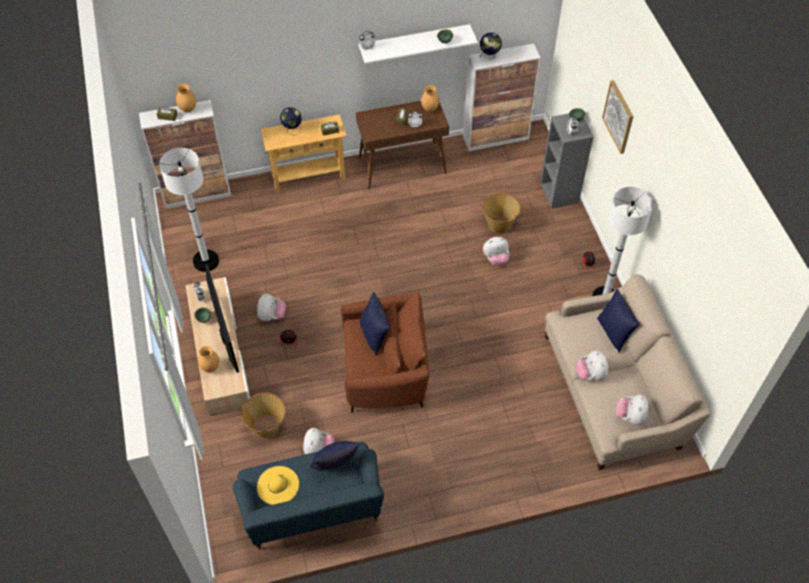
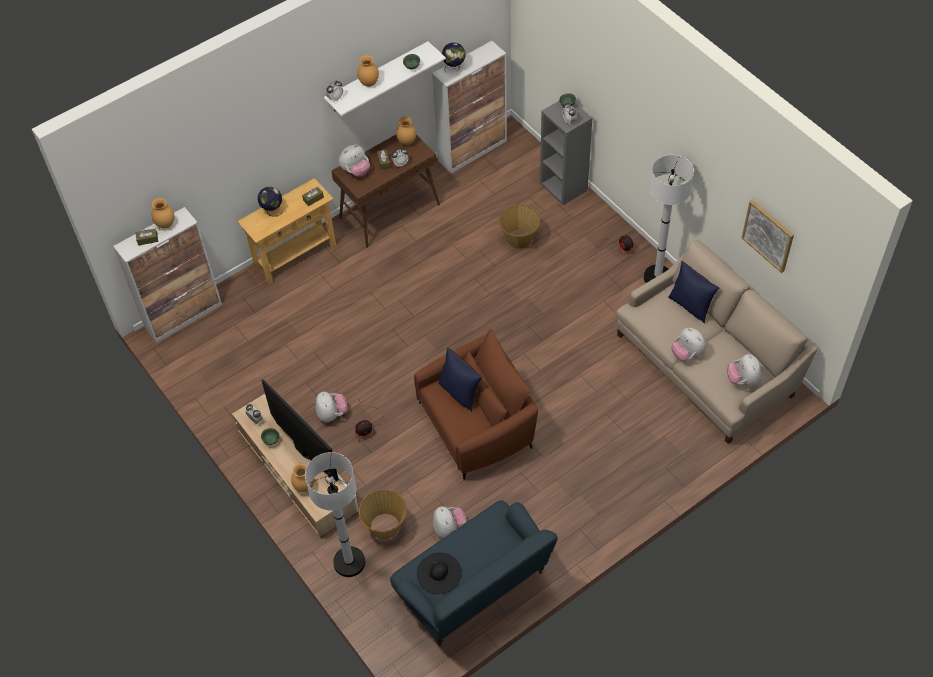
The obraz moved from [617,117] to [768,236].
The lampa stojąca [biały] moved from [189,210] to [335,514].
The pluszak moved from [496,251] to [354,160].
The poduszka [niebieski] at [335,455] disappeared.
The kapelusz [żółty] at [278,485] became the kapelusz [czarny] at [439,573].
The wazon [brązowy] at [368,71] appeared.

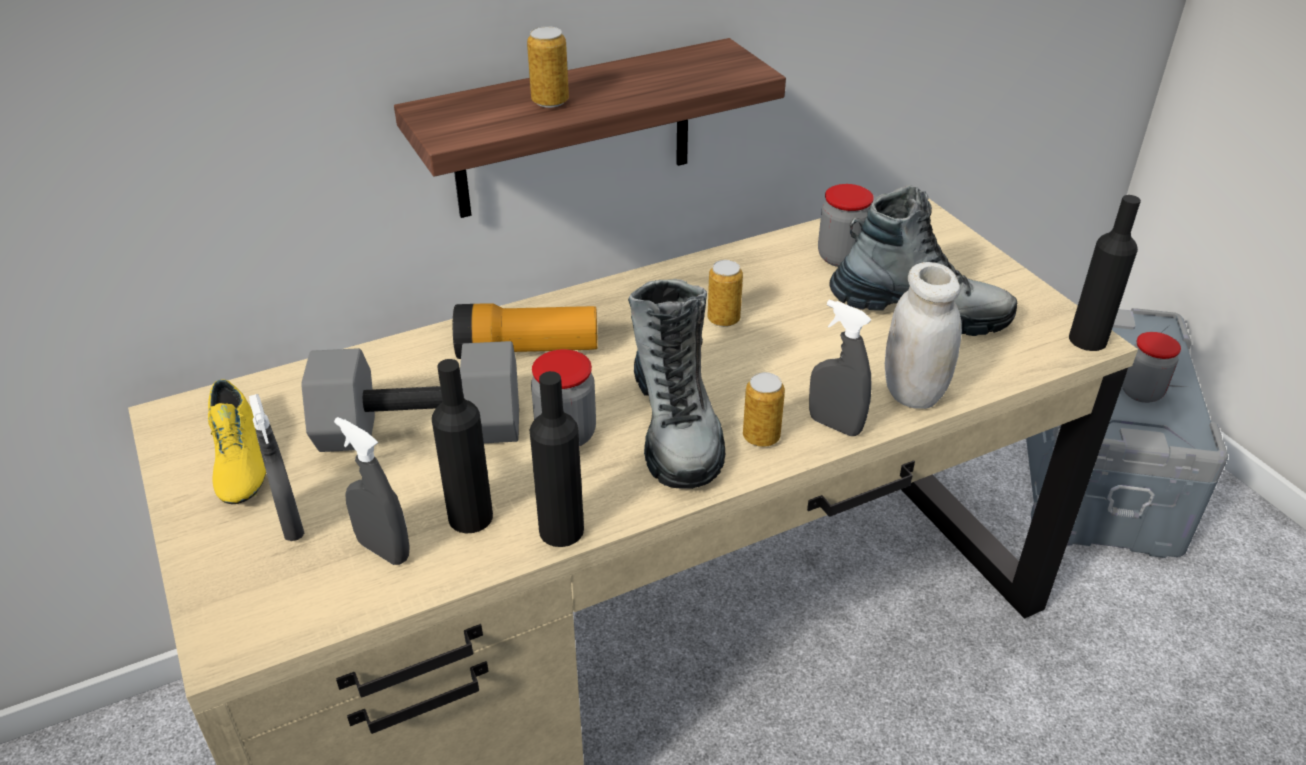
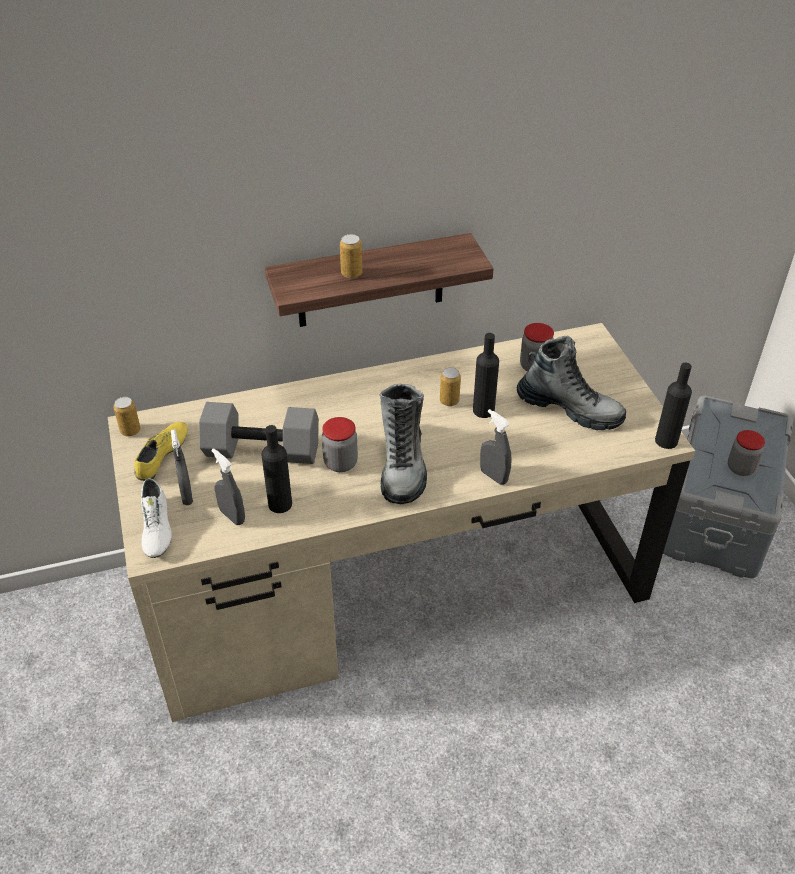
The słoik [biały] at [923,335] disappeared.
The latarka at [525,331] disappeared.
The butelka [czarny] moved from [557,459] to [486,375].
The puszka moved from [764,409] to [126,416].
The but [żółty] at [237,441] turned 150 degrees counterclockwise.
The but [biały] at [156,518] appeared.

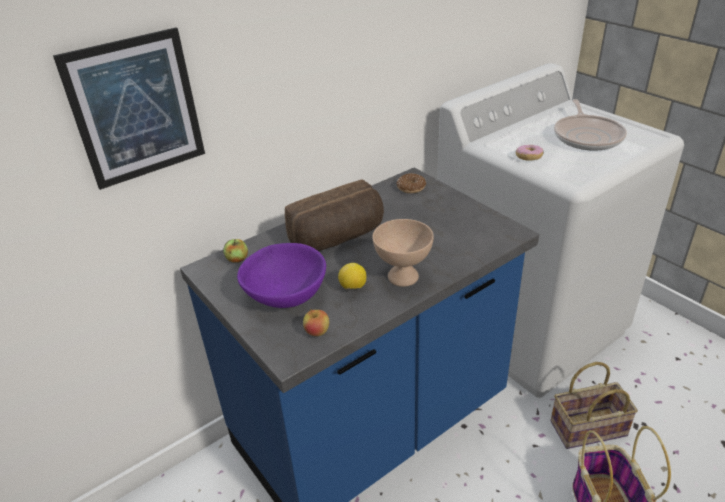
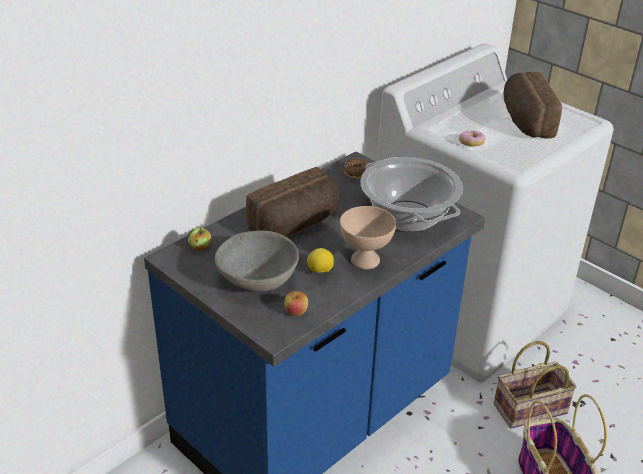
The obraz at [129,108] disappeared.
The patelnia at [590,125] was replaced by the chleb at [532,105].
The miska [fioletowy] at [281,275] became the miska [szary] at [257,261].
The garnek at [411,194] appeared.

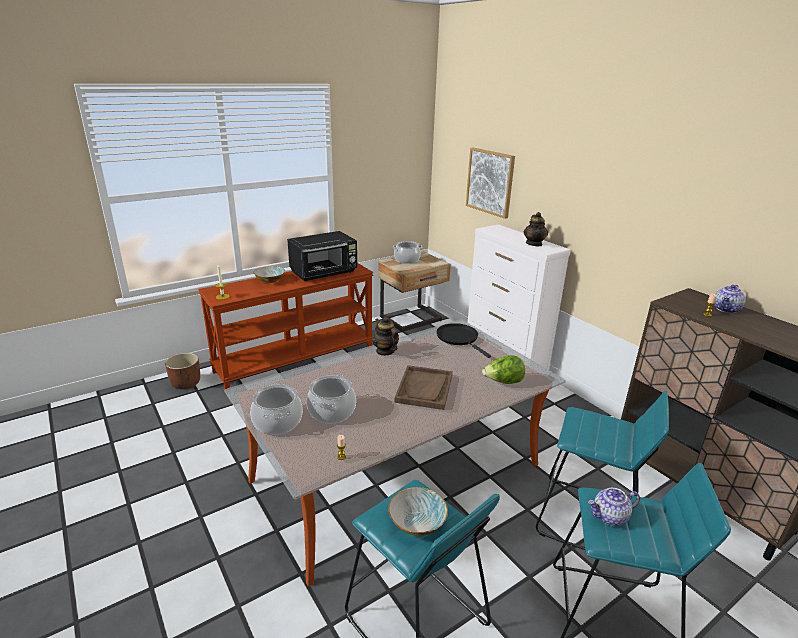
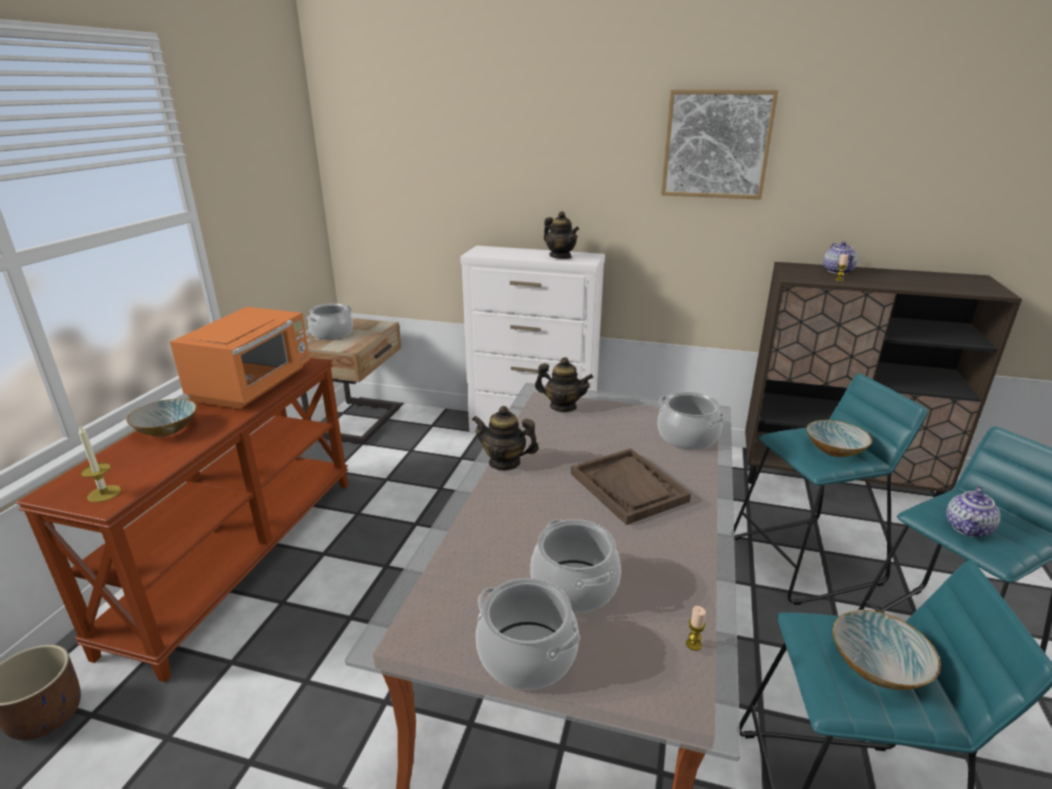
The obraz moved from [490,183] to [719,144].
The mikrofalówka [czarny] at [322,256] became the mikrofalówka [pomarańczowy] at [240,358].
The patelnia [czarny] at [464,340] was replaced by the imbryk at [564,384].
The sałata at [503,369] was replaced by the garnek at [691,421].
The miska at [839,438] appeared.

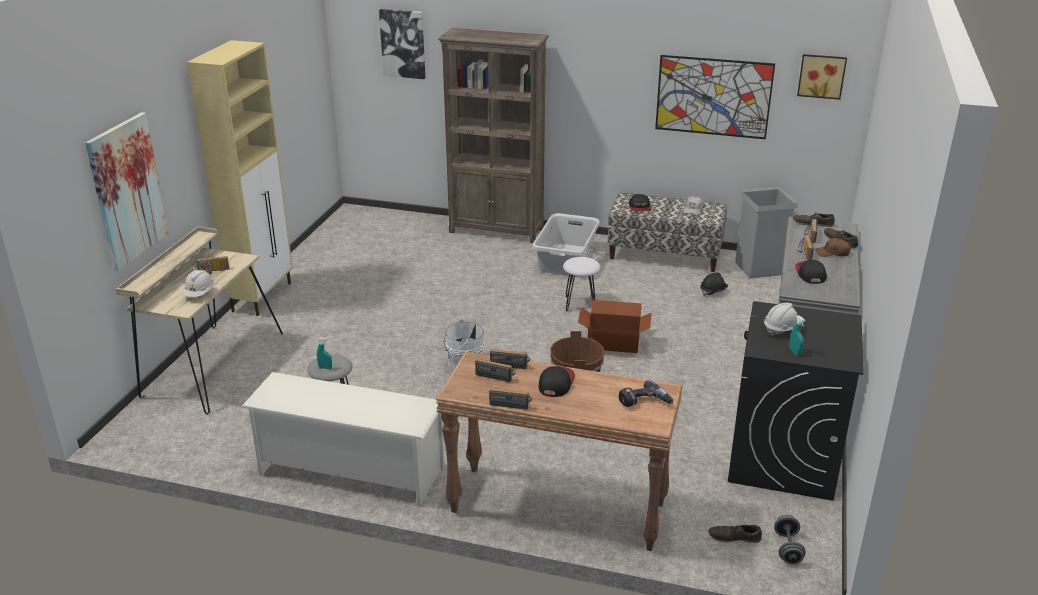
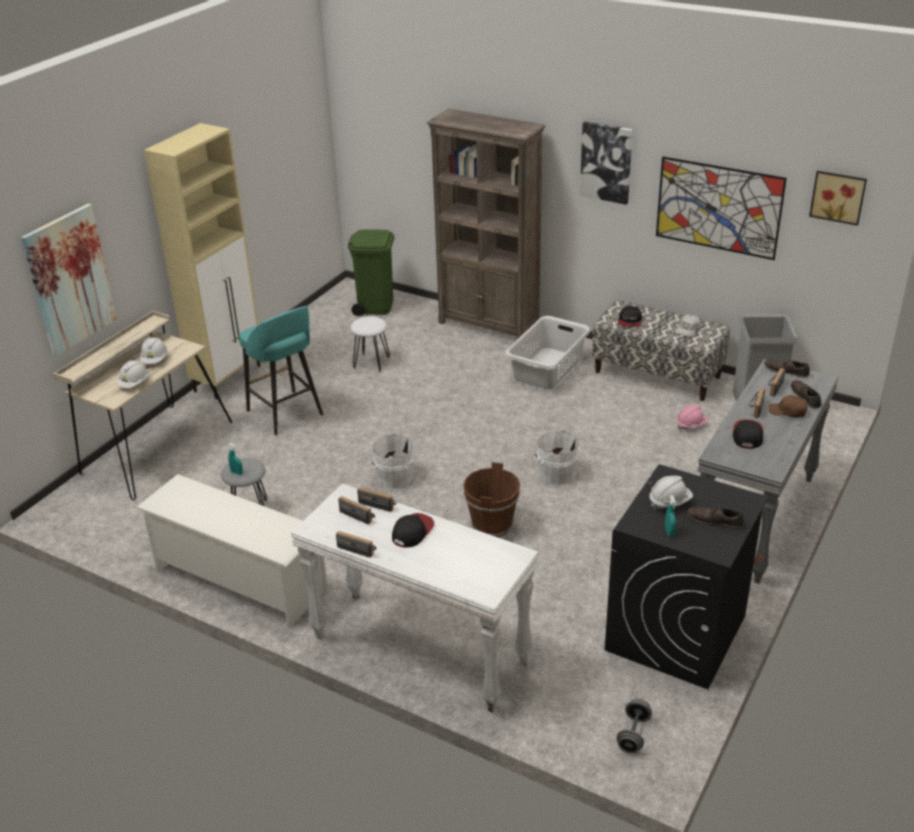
The obraz moved from [402,44] to [606,163].
The radio at [212,265] was replaced by the kask [biały] at [154,351].
The stołek [biały] moved from [582,284] to [370,344].
The kask [czarny] at [714,284] became the kask [różowy] at [692,417].
The karton at [614,326] was replaced by the wiadro [biały] at [556,457].
The stolik konsolowy [brązowy] at [559,451] became the stolik konsolowy [biały] at [415,598].
The wiertarka at [646,393] disappeared.
The but [brązowy] moved from [735,534] to [715,517].
The kosz na śmieci [zielony] at [371,272] appeared.
The stołek [turkusowy] at [281,370] appeared.

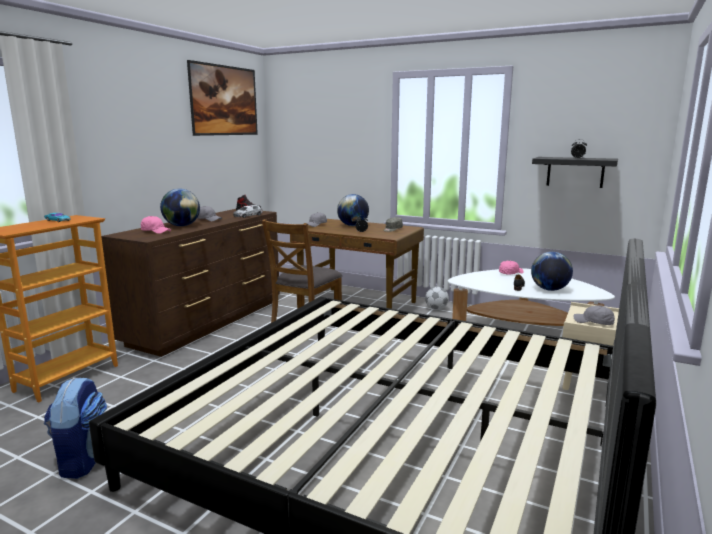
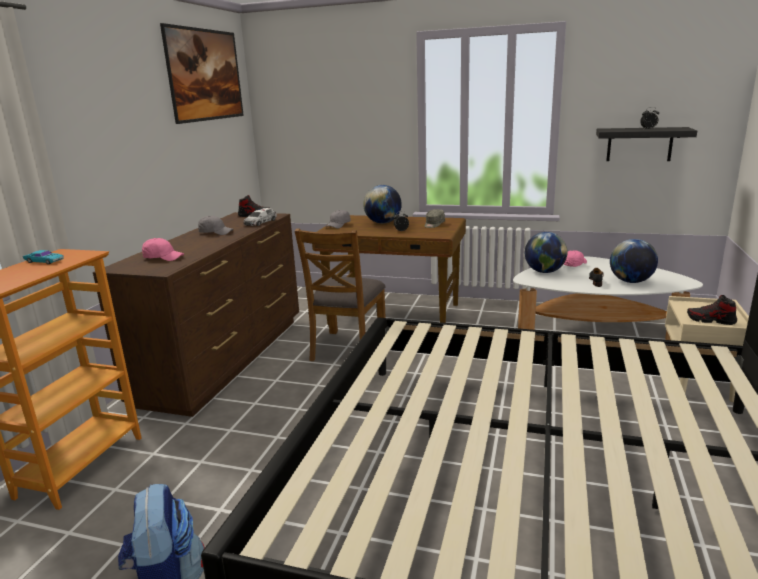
The globus moved from [180,207] to [546,252].
The piłka futbolowa at [437,298] disappeared.
The czapka z daszkiem [szary] at [594,315] was replaced by the but at [712,310].

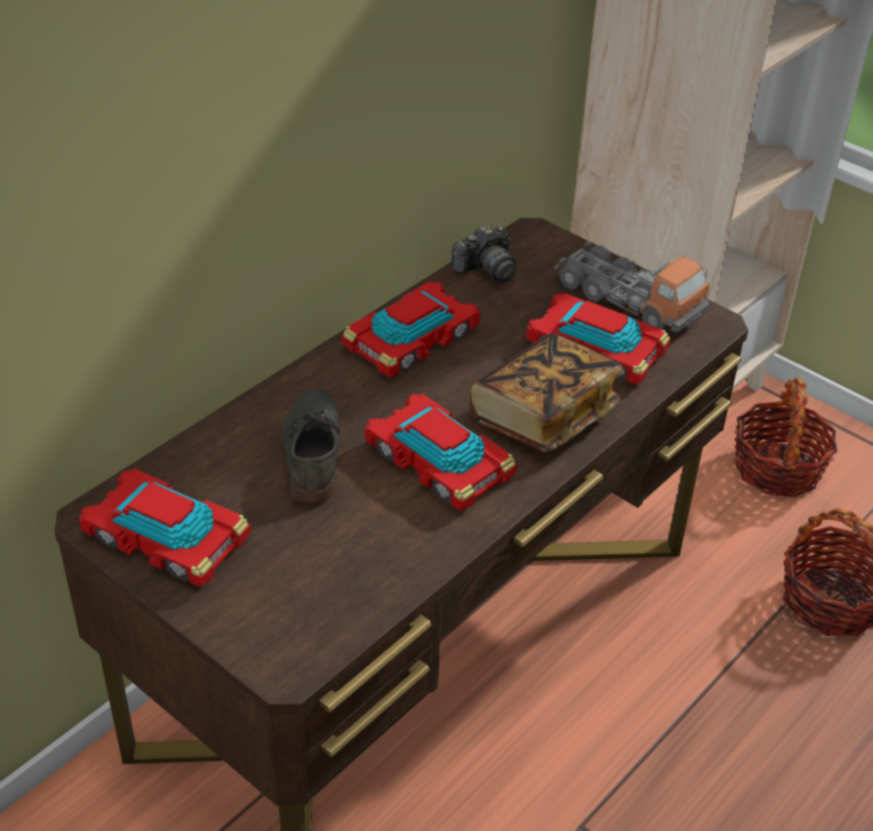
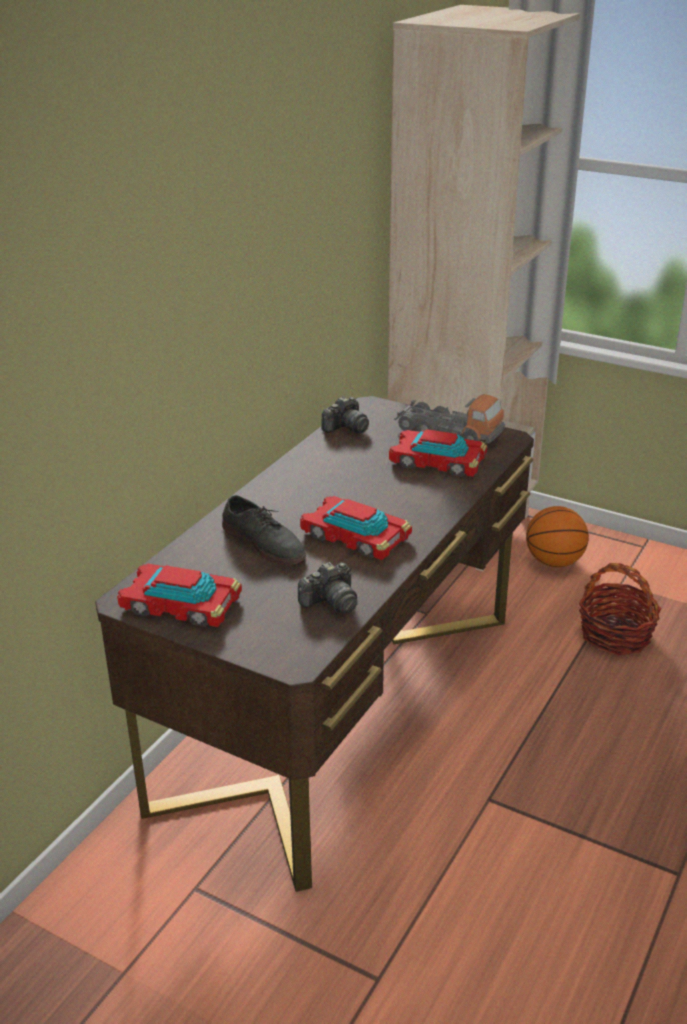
The samochodzik at [410,329] disappeared.
The książka at [546,392] disappeared.
The koszyk at [786,437] was replaced by the piłka do koszykówki at [557,536].
The but [szary] at [311,446] turned 150 degrees clockwise.
The aparat fotograficzny at [328,588] appeared.

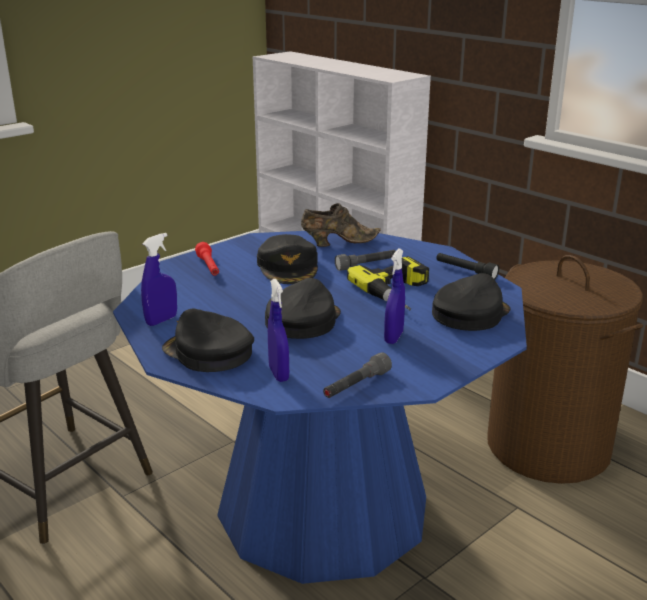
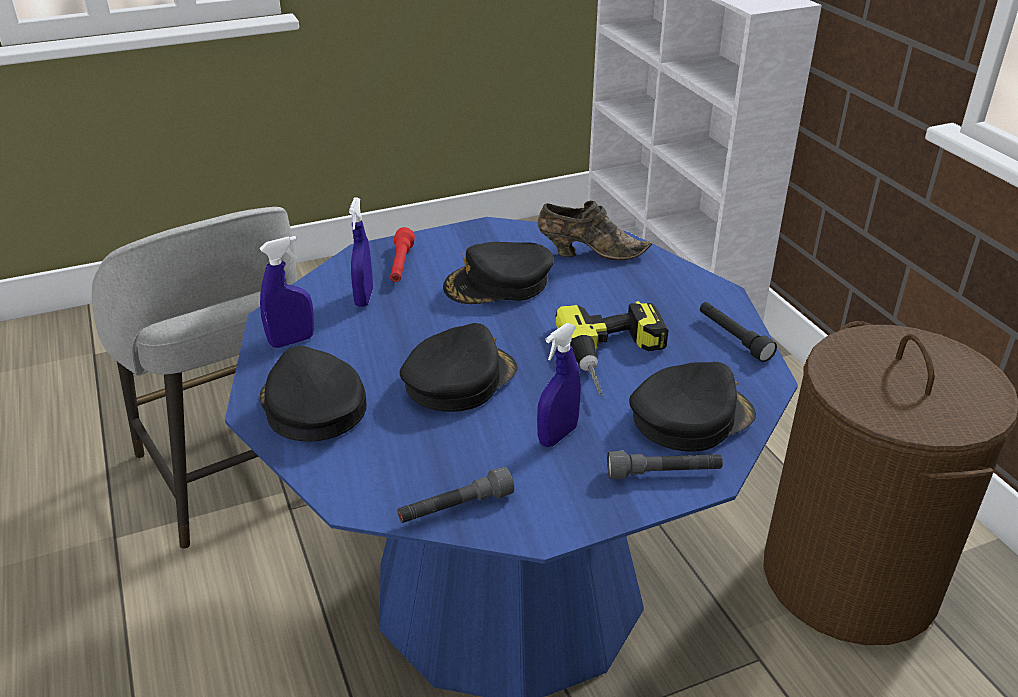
The czapka z daszkiem [czarny] at [287,259] turned 60 degrees clockwise.
The latarka [szary] moved from [365,260] to [665,465].
The spryskiwacz [niebieski] moved from [278,330] to [361,252].

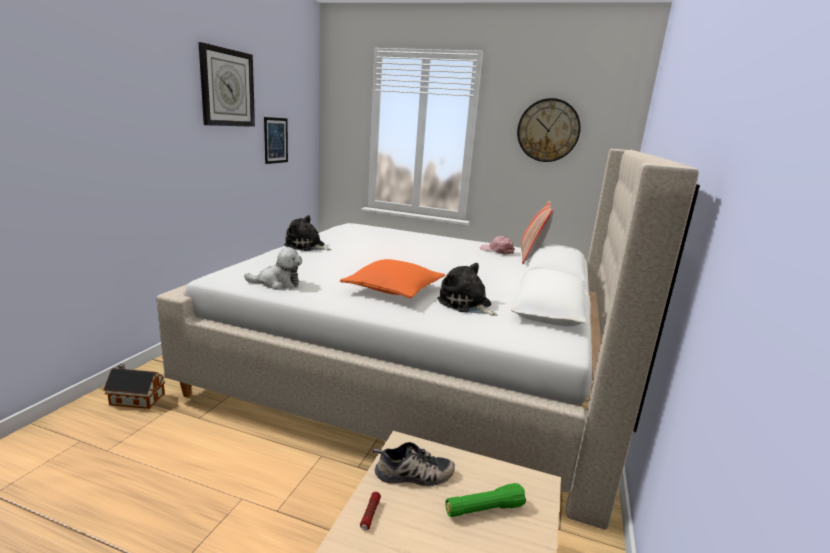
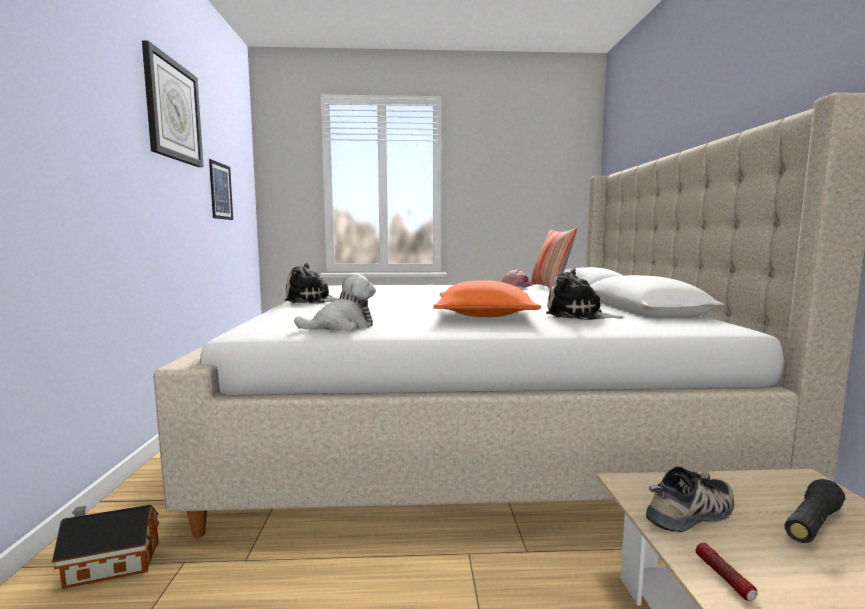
The zegar ścienny at [549,130] disappeared.
The latarka [zielony] at [485,500] became the latarka [czarny] at [814,511].

